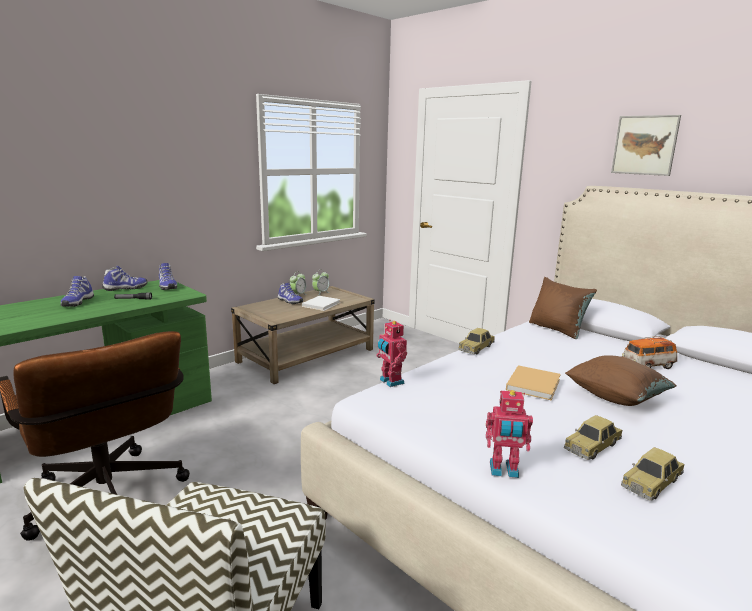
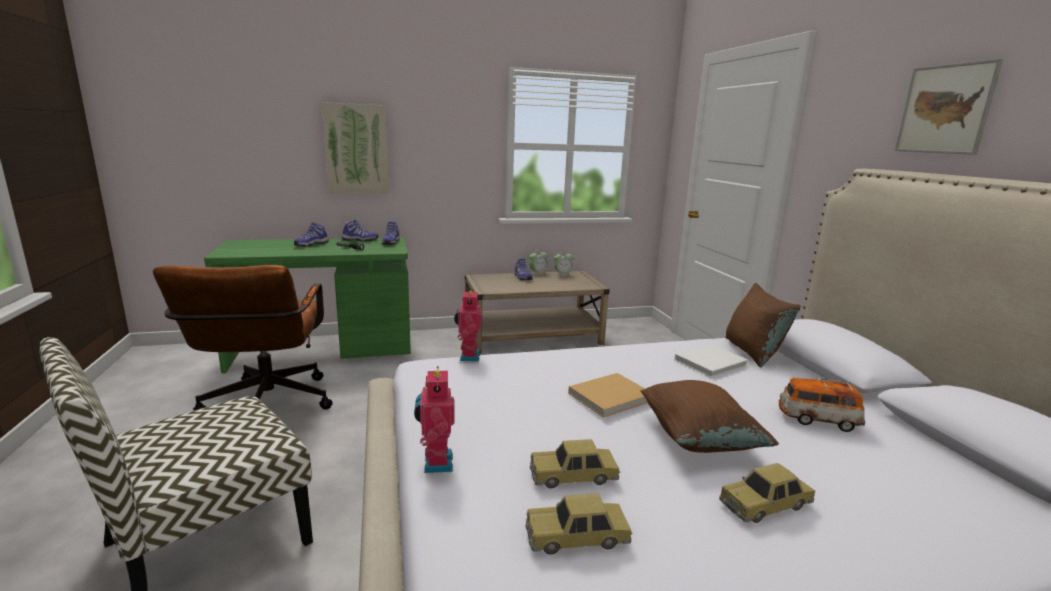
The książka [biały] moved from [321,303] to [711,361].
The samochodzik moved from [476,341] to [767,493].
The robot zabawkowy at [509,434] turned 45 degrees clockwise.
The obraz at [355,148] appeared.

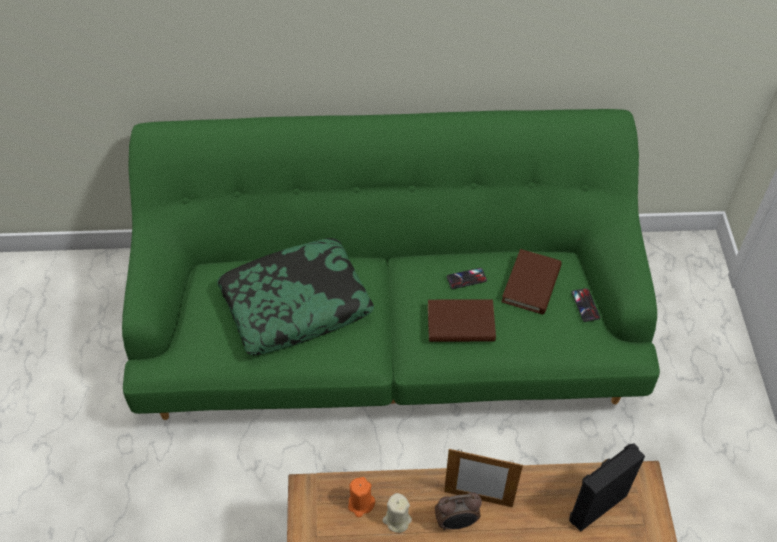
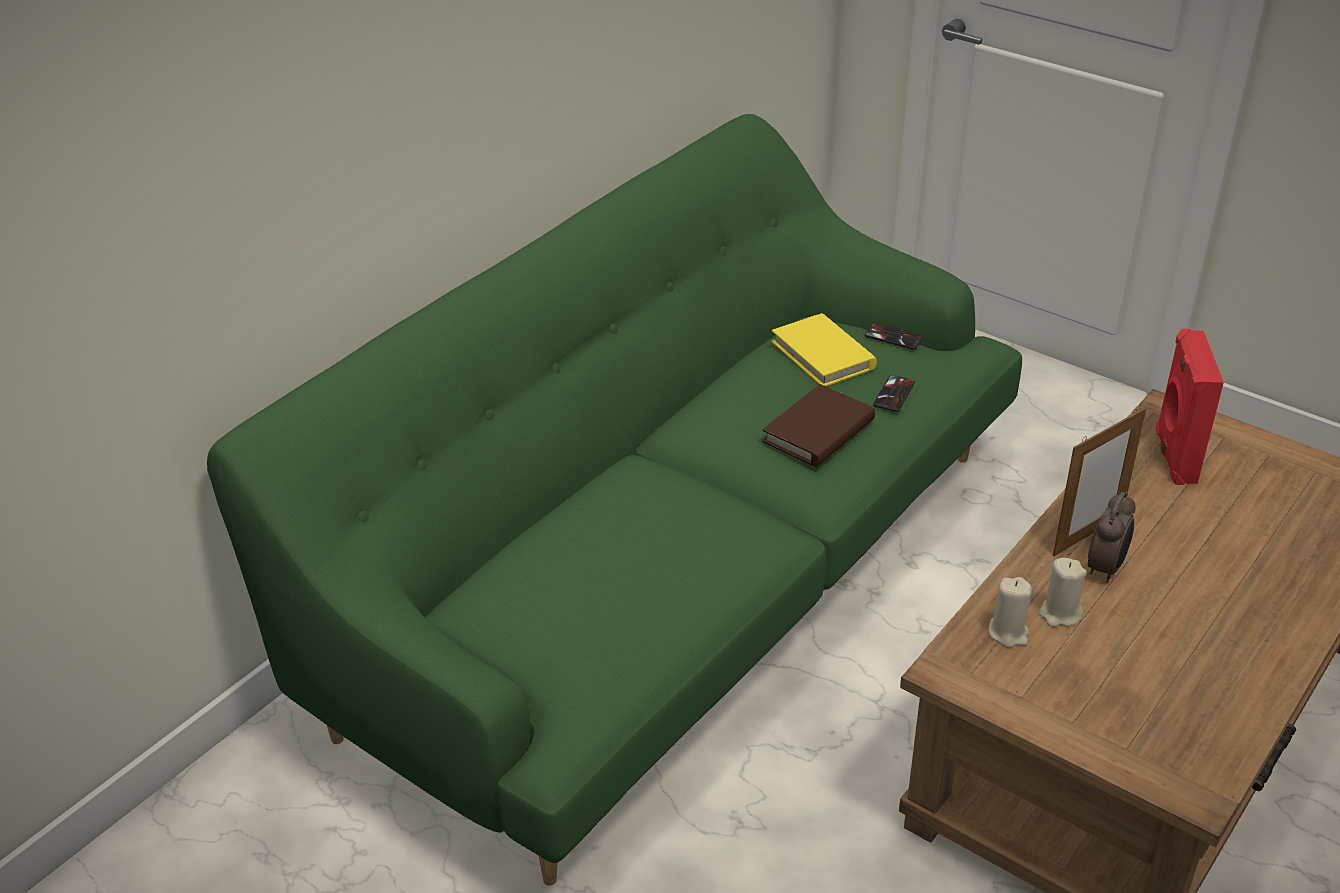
The poduszka at [295,296] disappeared.
The książka [brązowy] at [531,281] became the książka [żółty] at [824,350].
The telefon moved from [467,278] to [894,393].
The głośnik [czarny] at [607,487] became the głośnik [czerwony] at [1189,407].
The świeca [pomarańczowy] at [361,497] became the świeca [beżowy] at [1010,612].

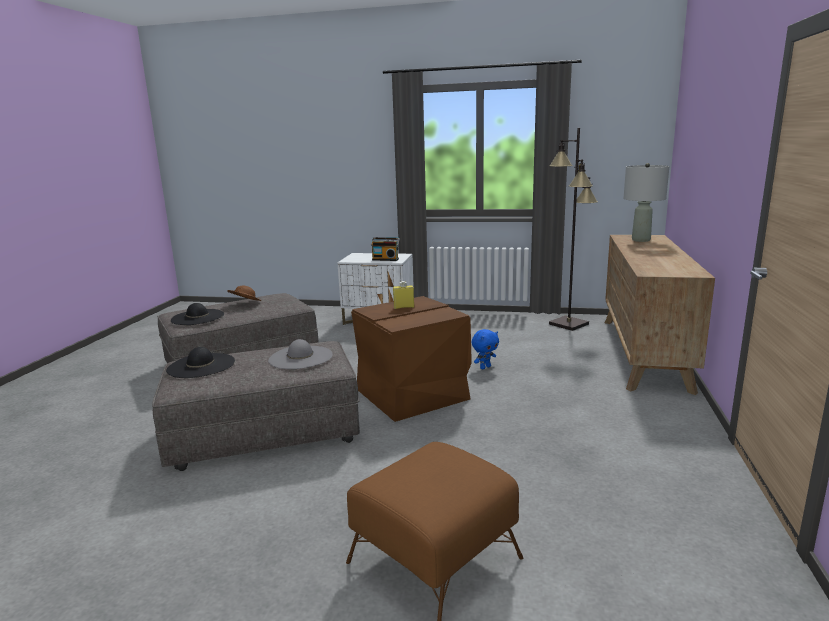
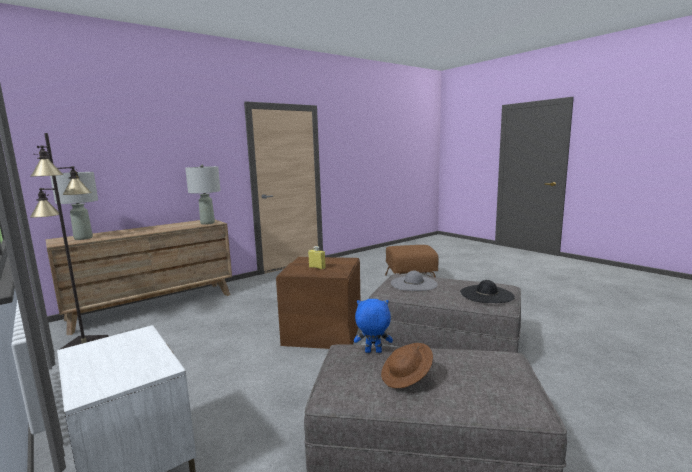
The radio at [385,249] disappeared.
The kapelusz [czarny] at [197,314] disappeared.
The pluszak [niebieski] moved from [485,349] to [373,326].
The lampa stołowa [szary] at [203,195] appeared.

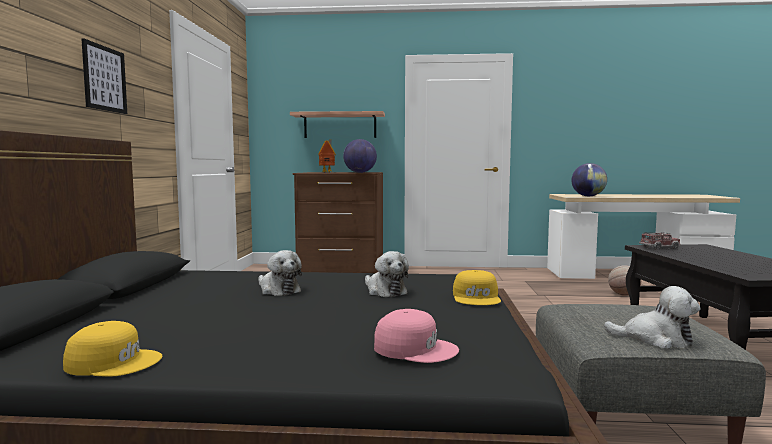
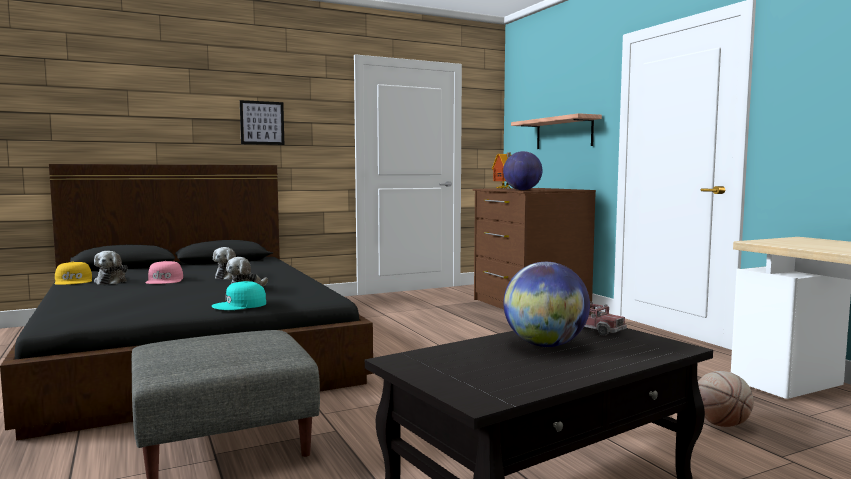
The globus moved from [589,179] to [546,304].
The czapka z daszkiem [żółty] at [477,287] became the czapka z daszkiem [turkusowy] at [238,295].
The pluszak moved from [652,317] to [111,268].
The czapka z daszkiem [różowy] moved from [416,336] to [164,272].

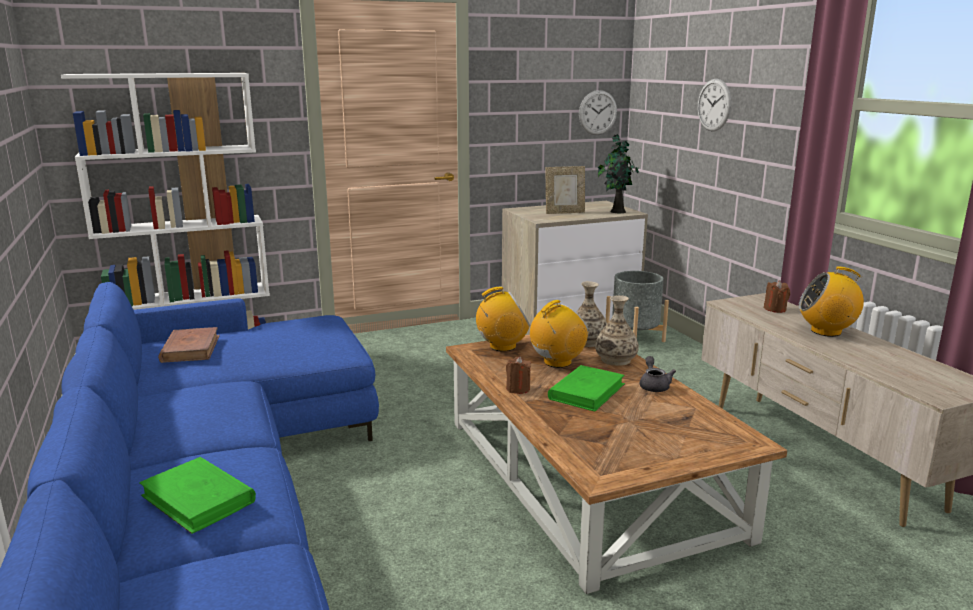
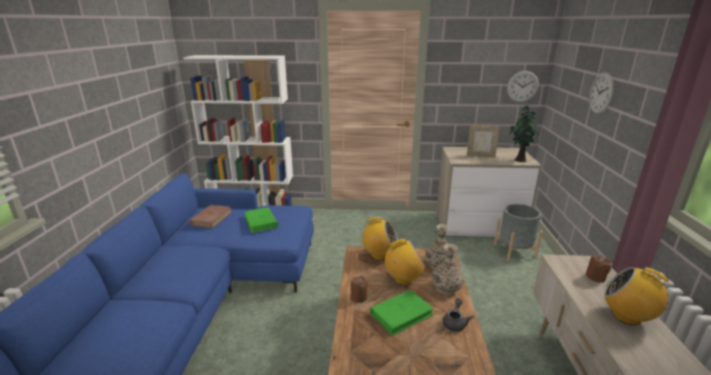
The książka [zielony] moved from [197,495] to [261,220].

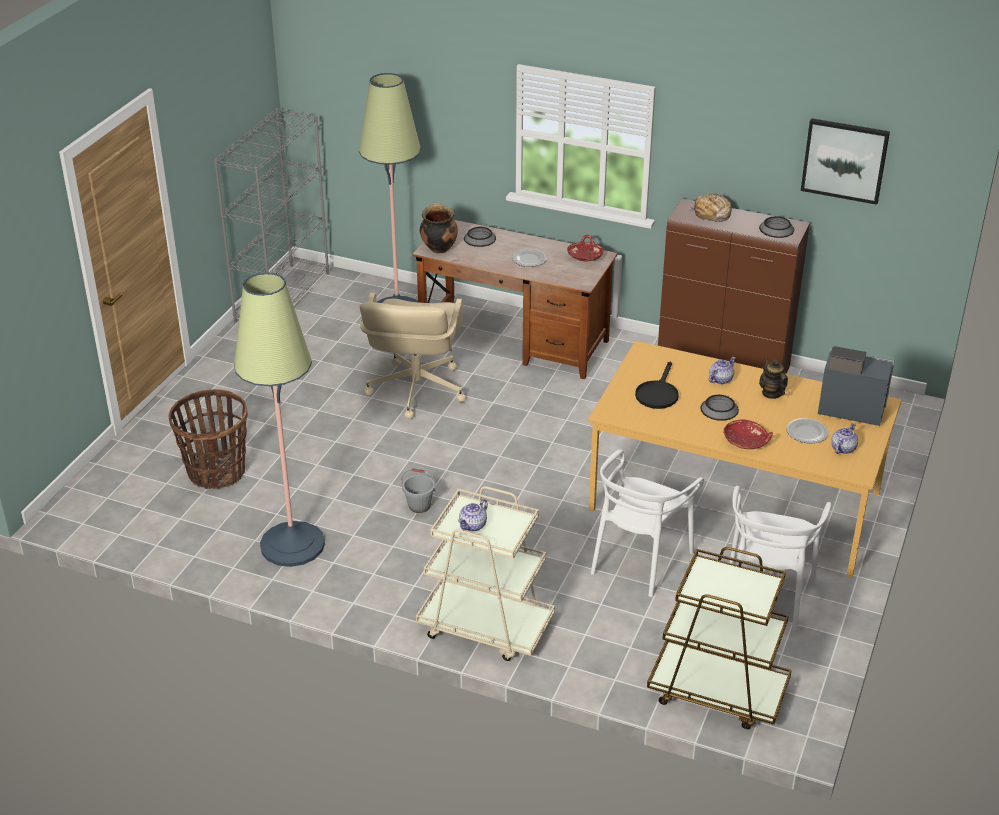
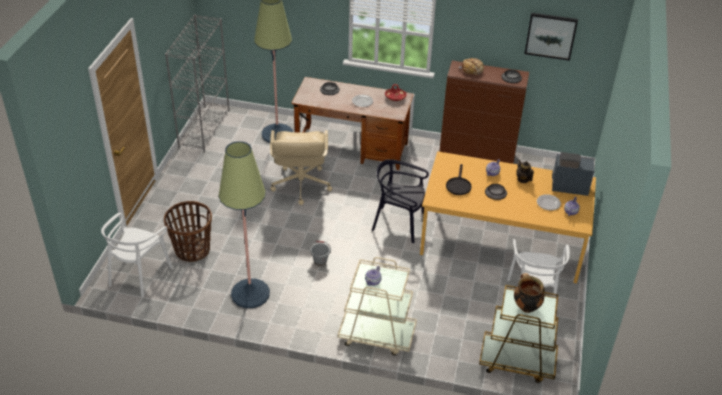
The garnek moved from [439,228] to [529,293].
The miska [czerwony] at [748,434] disappeared.
The krzesło [biały] moved from [647,523] to [136,255].
The krzesło [czarny] at [400,201] appeared.

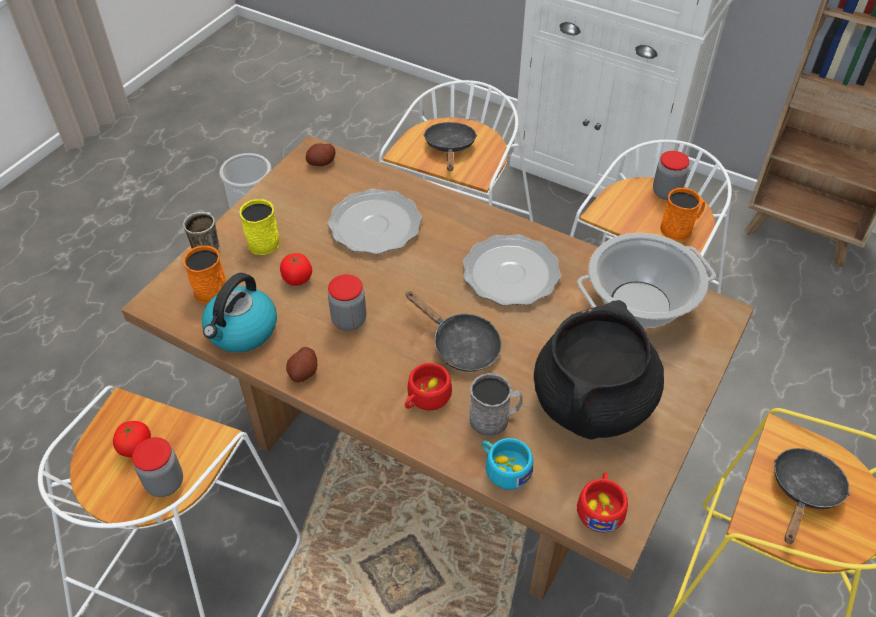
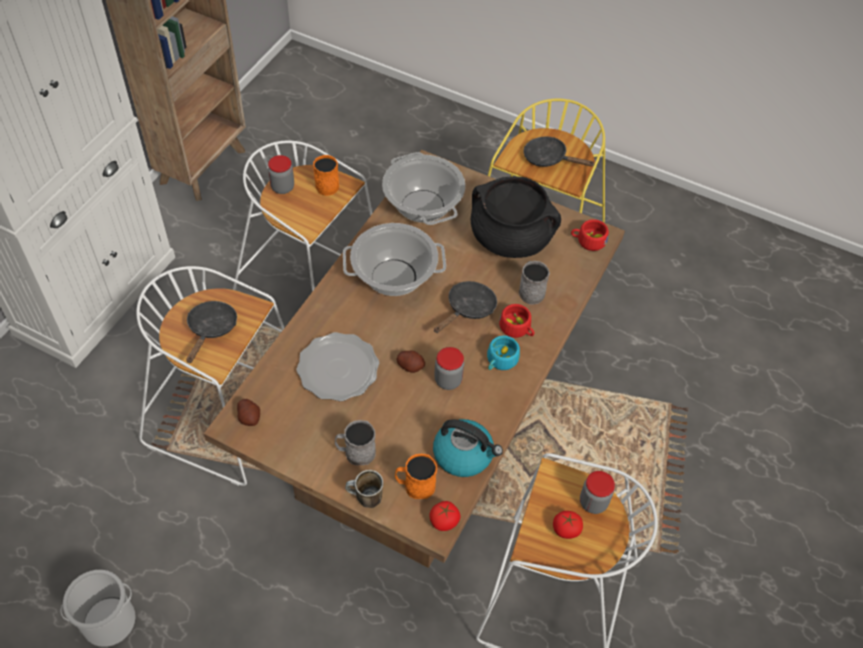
The patelnia [czarny] at [450,146] turned 105 degrees clockwise.
The kubek [żółty] at [259,227] became the kubek [szary] at [355,442].
The talerz at [512,270] was replaced by the garnek at [394,259].
The pomidor moved from [296,269] to [444,516].
The ziemniak moved from [301,364] to [410,362].
The filiżanka [turkusowy] moved from [507,464] to [503,353].

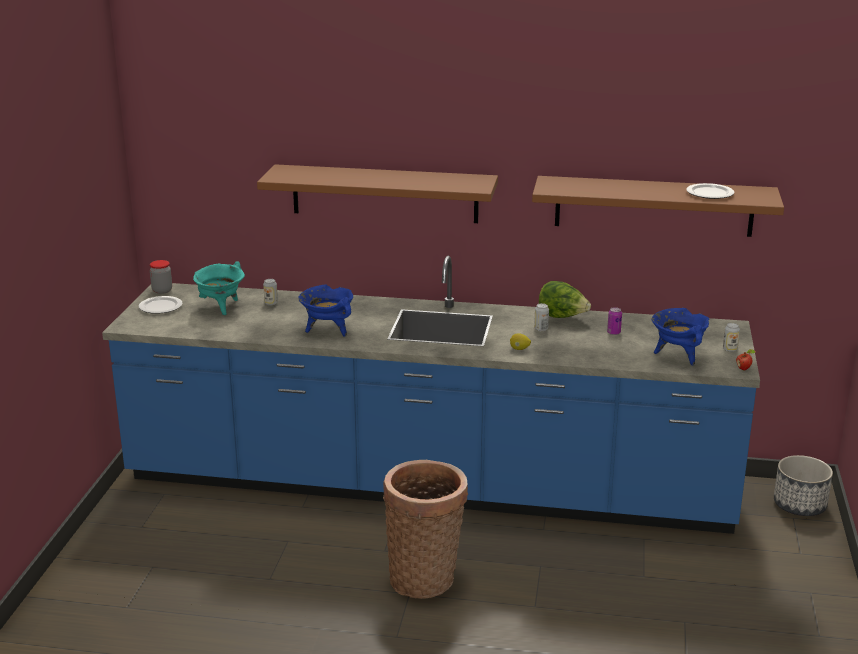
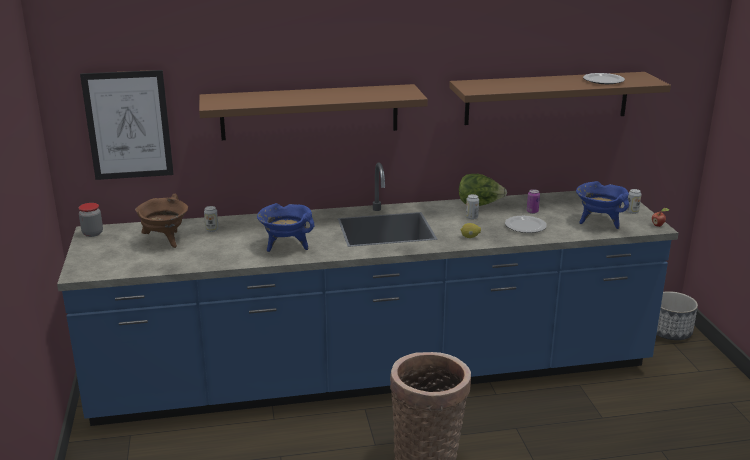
The garnek [turkusowy] at [219,288] became the garnek [brązowy] at [161,221].
The talerz moved from [160,305] to [526,224].
The obraz at [127,125] appeared.

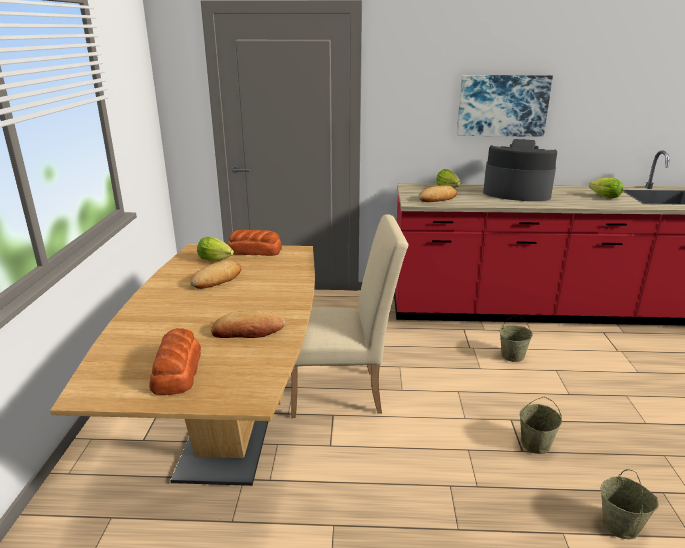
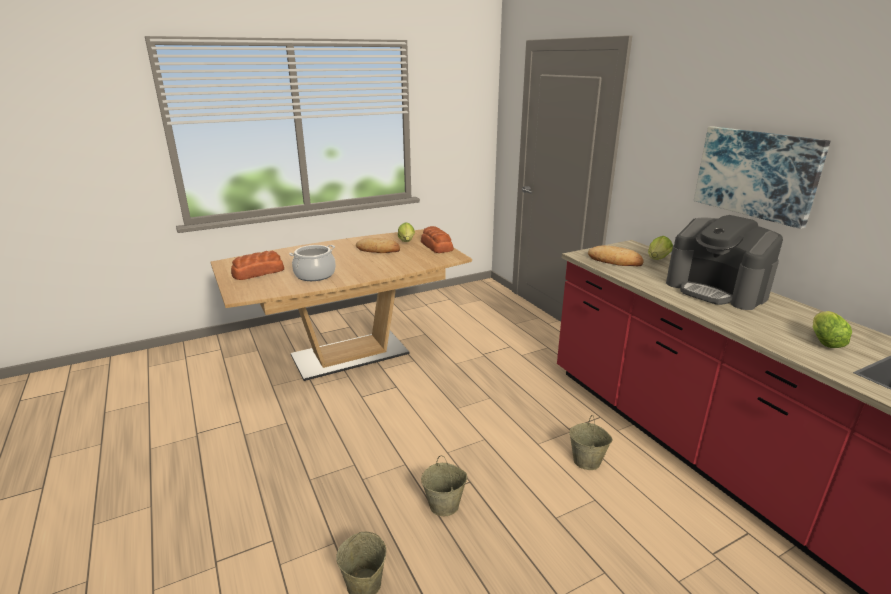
The ekspres do kawy at [520,170] turned 150 degrees clockwise.
The krzesło [beżowy] at [349,316] disappeared.
The chleb at [248,324] was replaced by the garnek at [312,263].

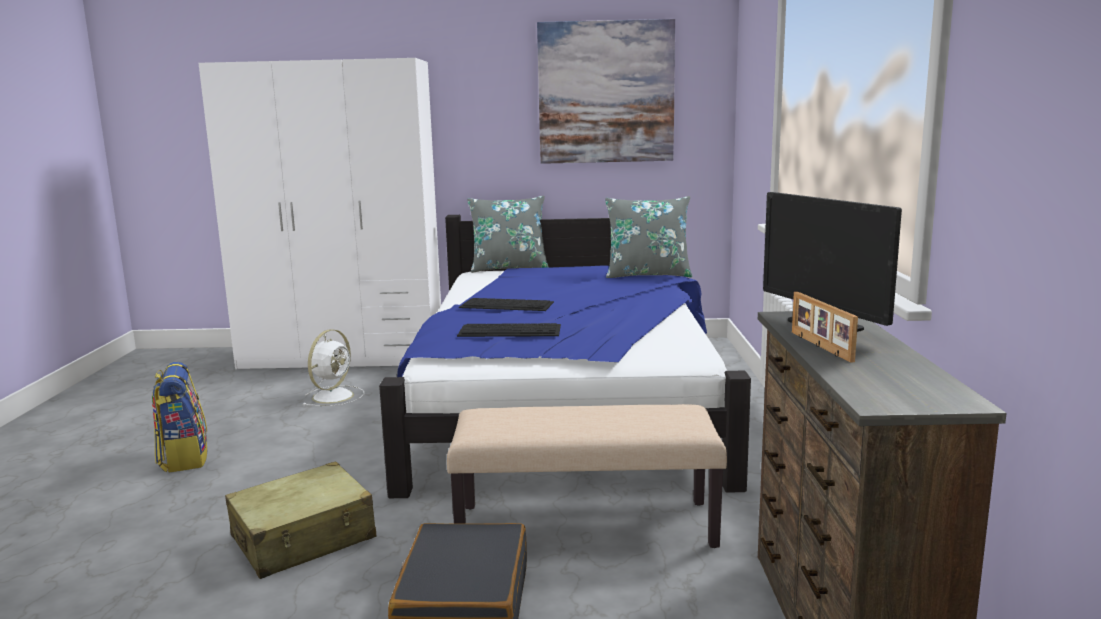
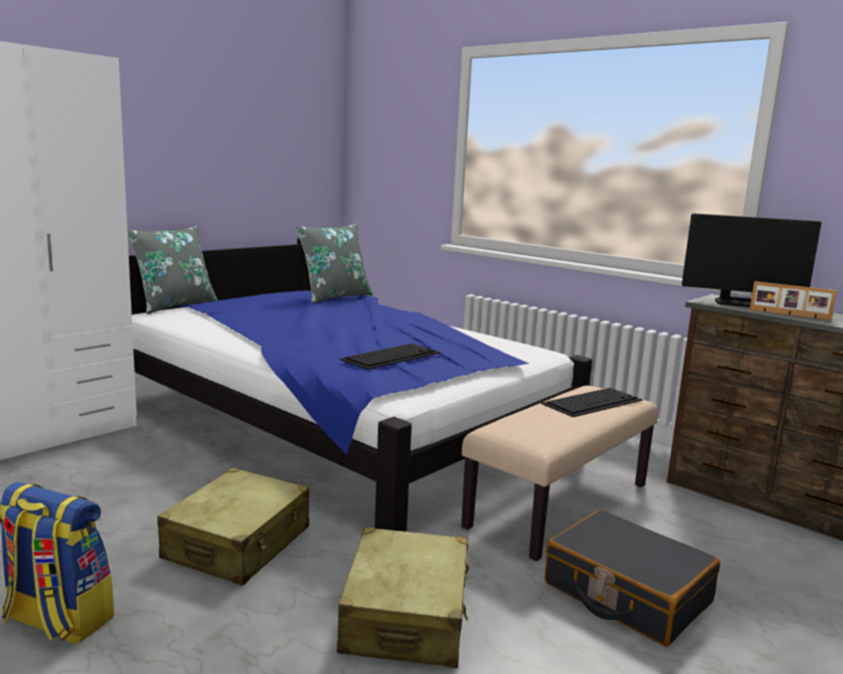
The obraz at [606,91] disappeared.
The klawiatura moved from [506,304] to [592,402].
The wentylator [biały] at [333,367] disappeared.
The walizka [beżowy] at [233,527] appeared.

